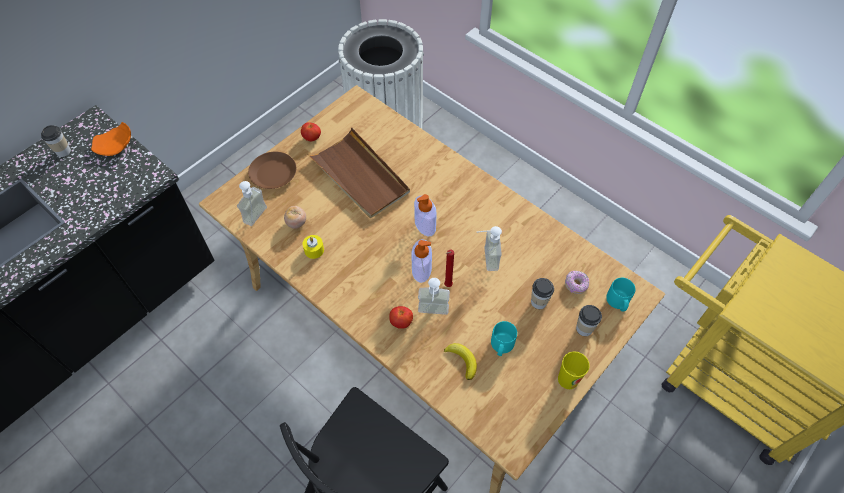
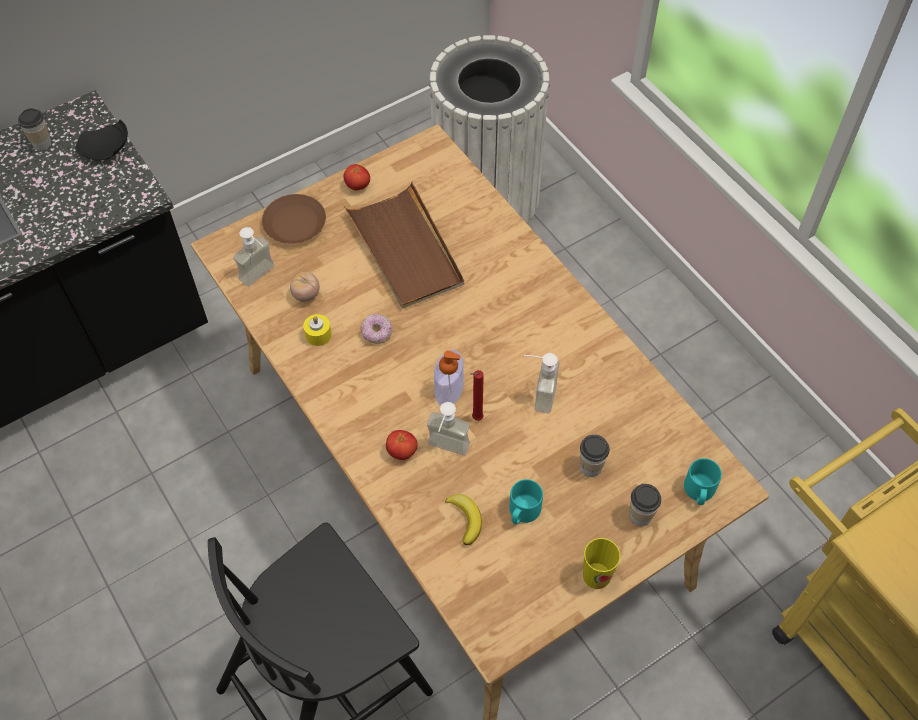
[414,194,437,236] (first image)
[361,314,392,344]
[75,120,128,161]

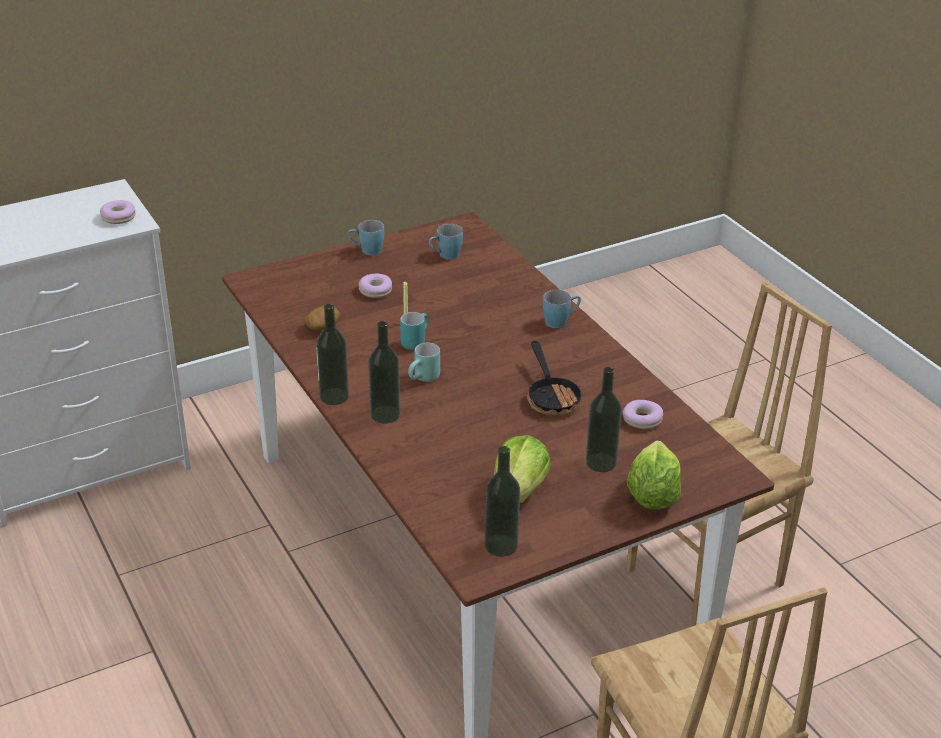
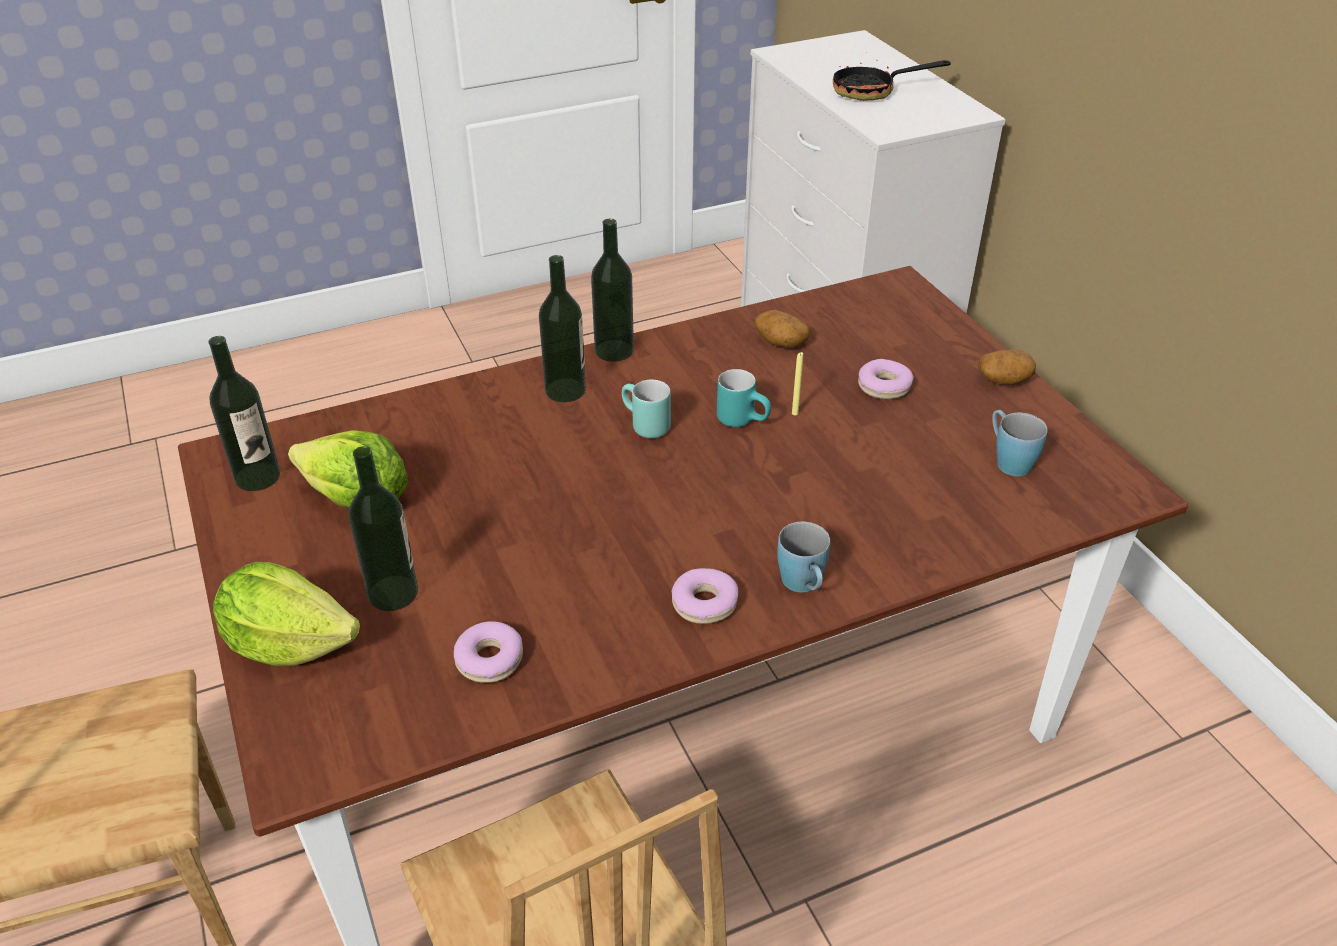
[672,568,738,624]
[833,60,951,101]
[978,350,1036,385]

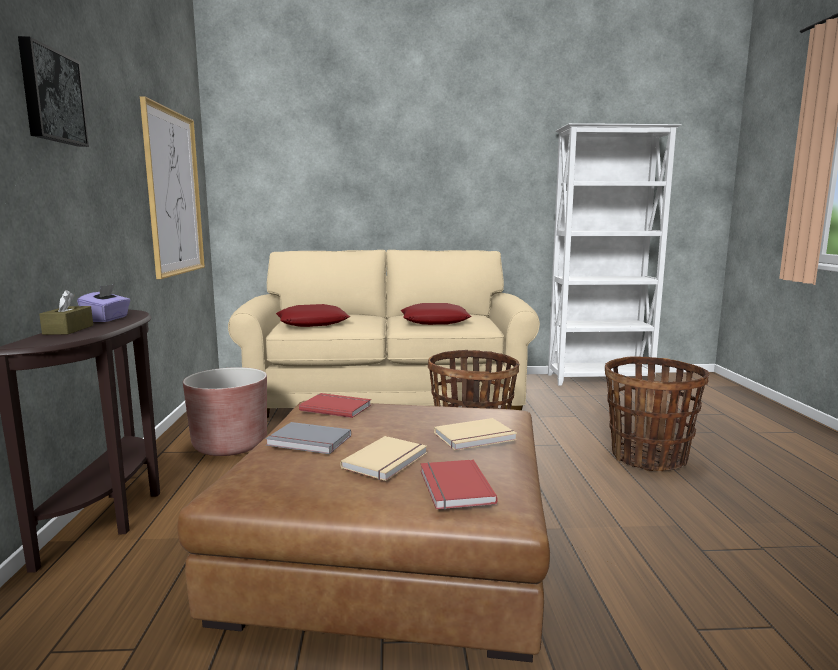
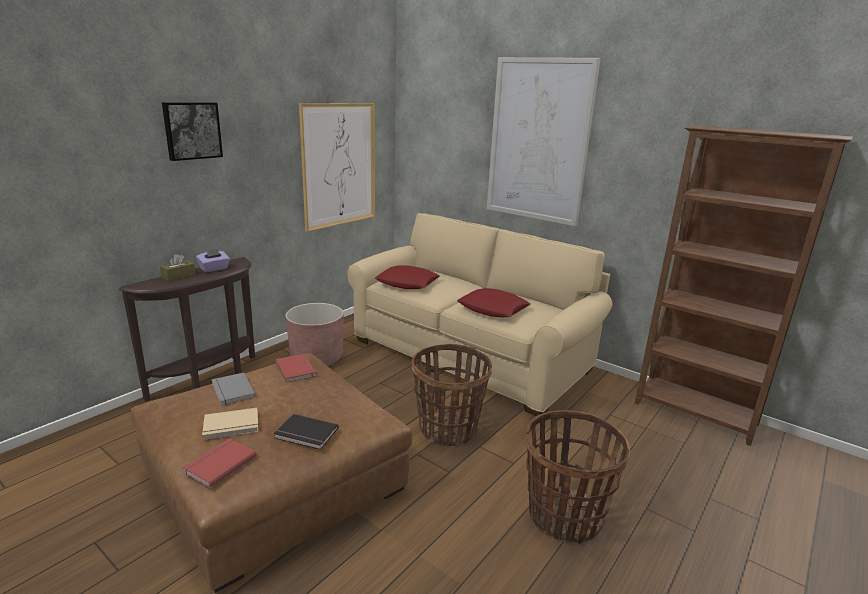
[487,57,600,226]
[274,414,339,450]
[635,126,854,446]

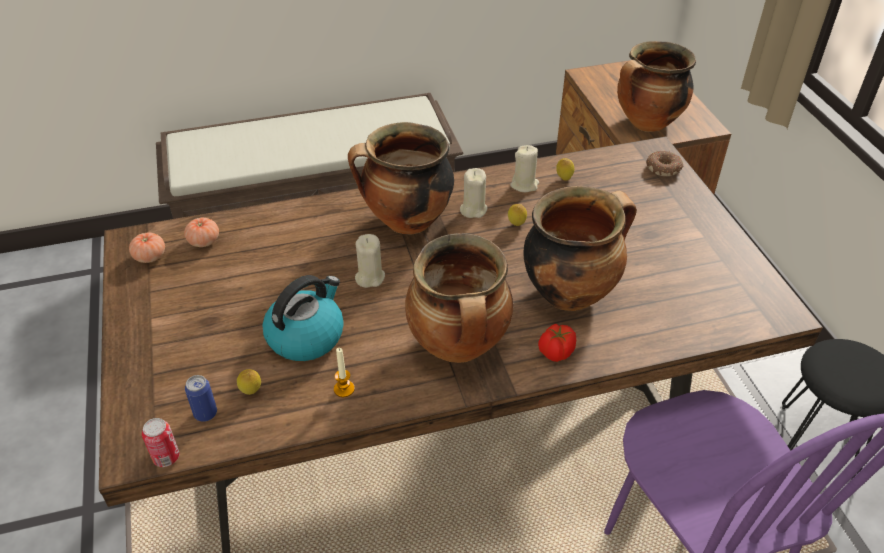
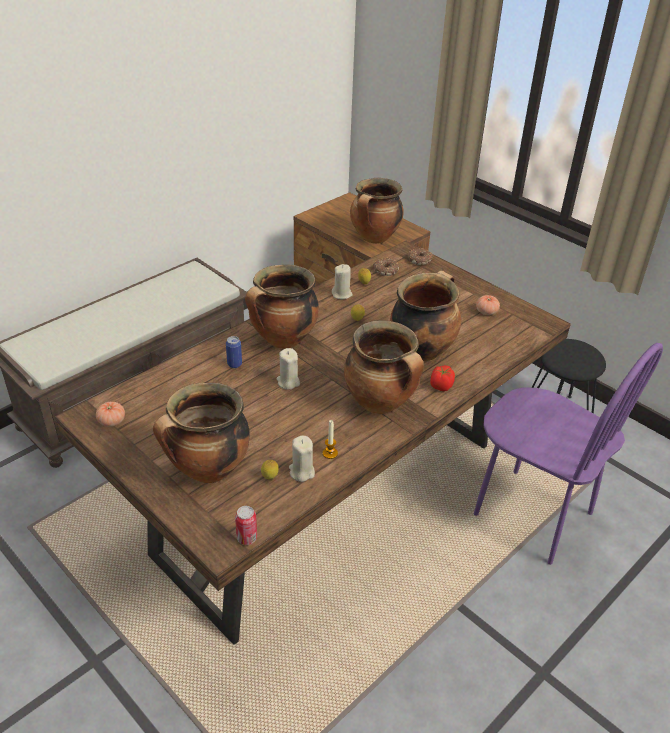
[262,275,344,361] (first image)
[153,383,249,483]
[373,258,399,276]
[476,295,500,315]
[226,336,242,368]
[289,436,315,482]

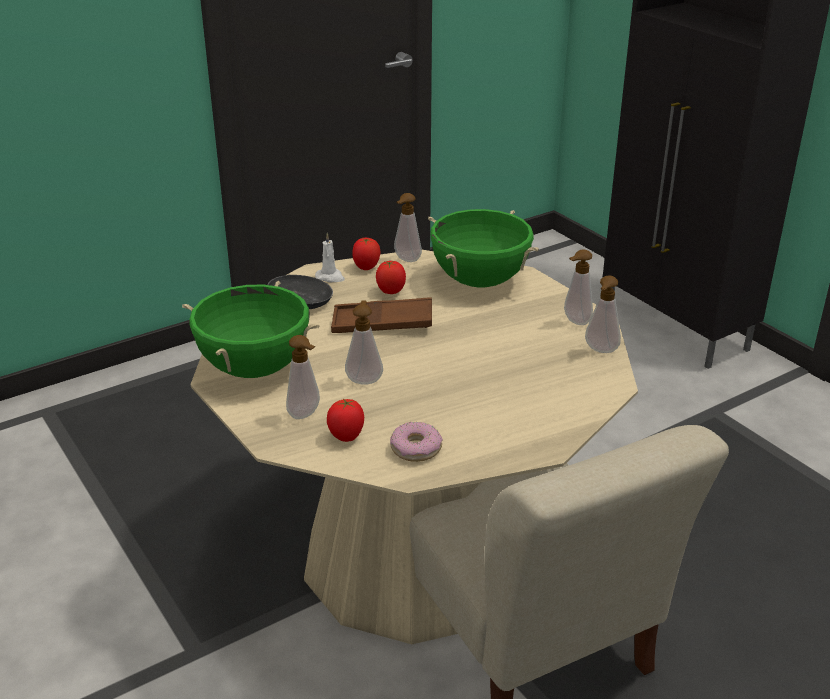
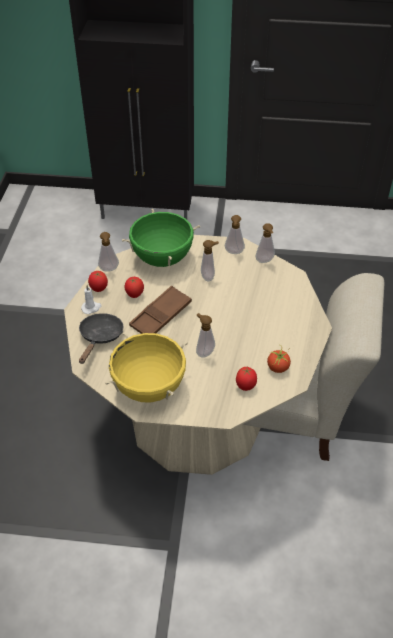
[201,240,219,282]
[267,346,291,373]
[105,332,188,403]

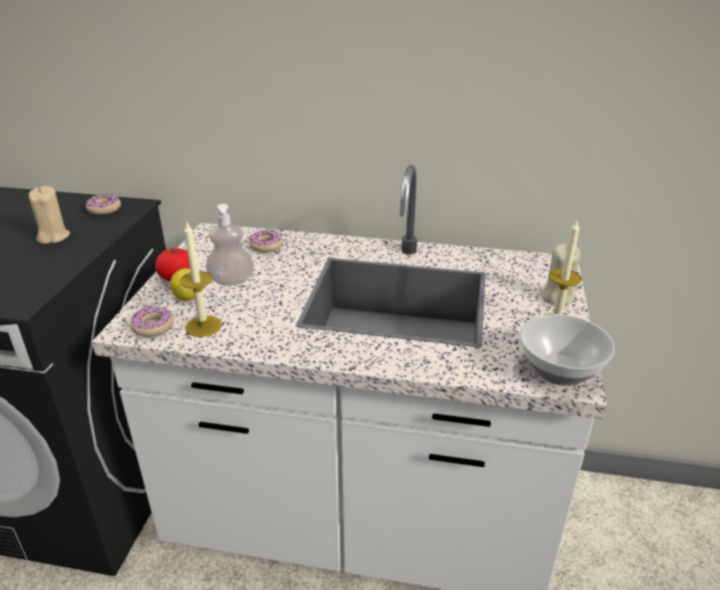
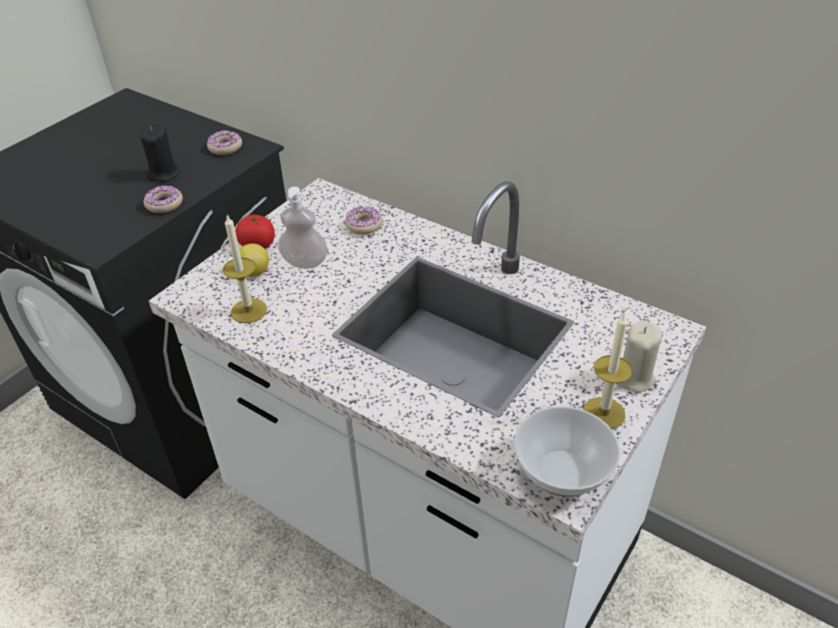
[143,186,183,213]
[140,124,179,182]

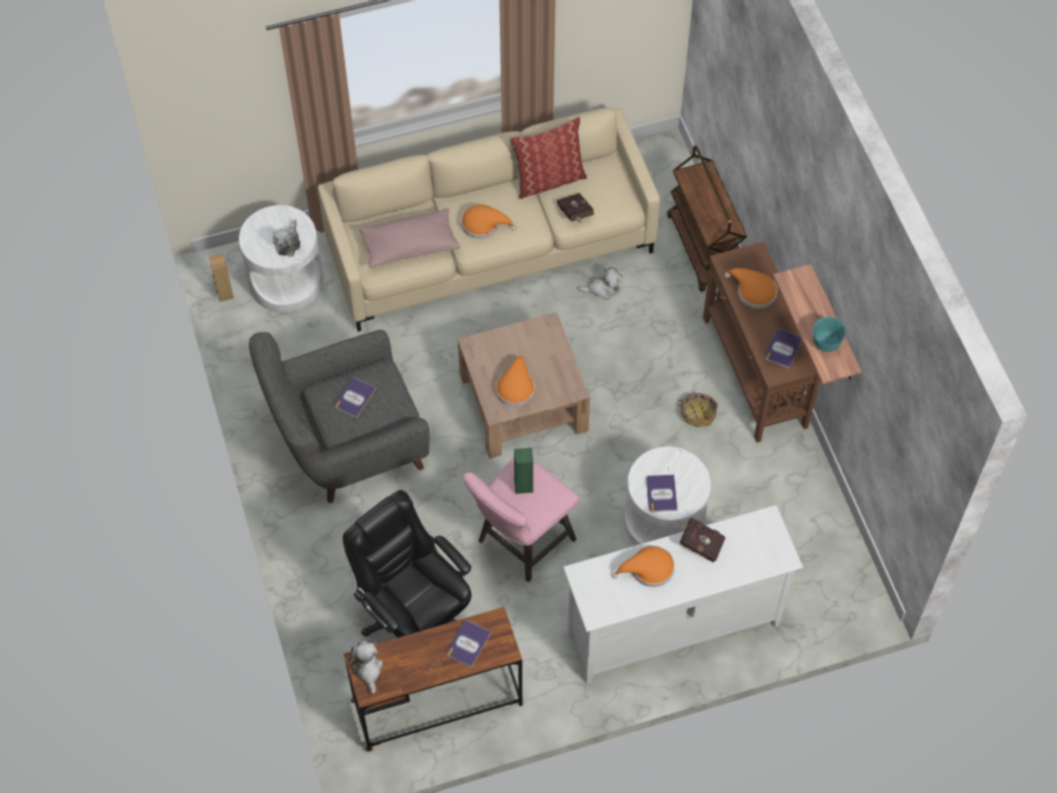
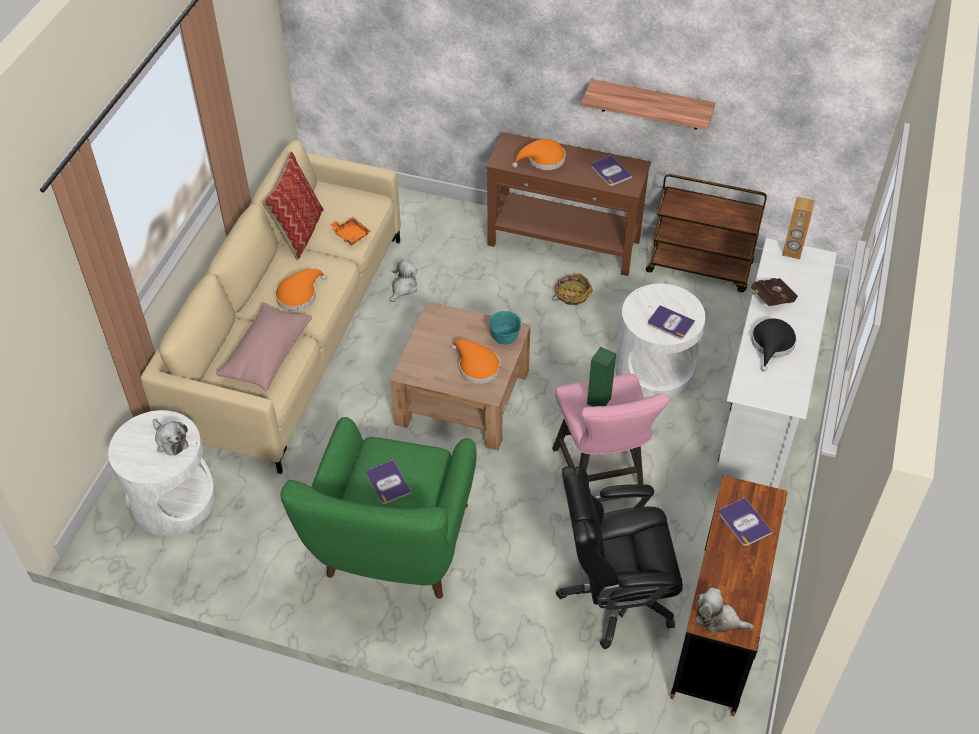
[782,197,815,259]
[646,174,767,292]
[489,311,521,345]
[330,217,370,245]
[280,417,477,599]
[751,318,797,372]

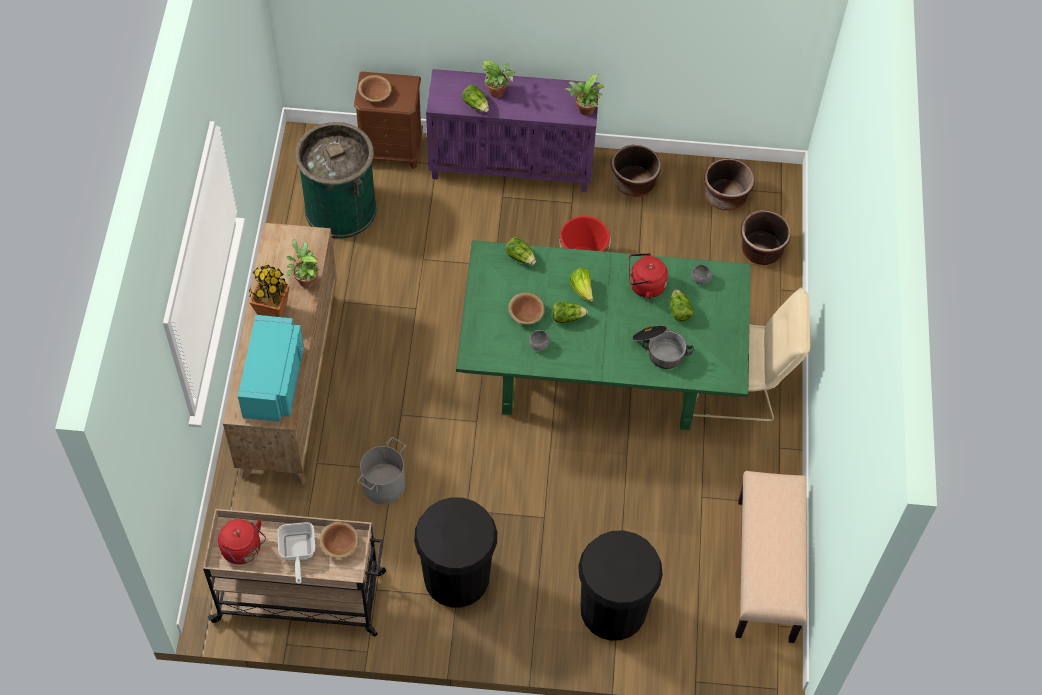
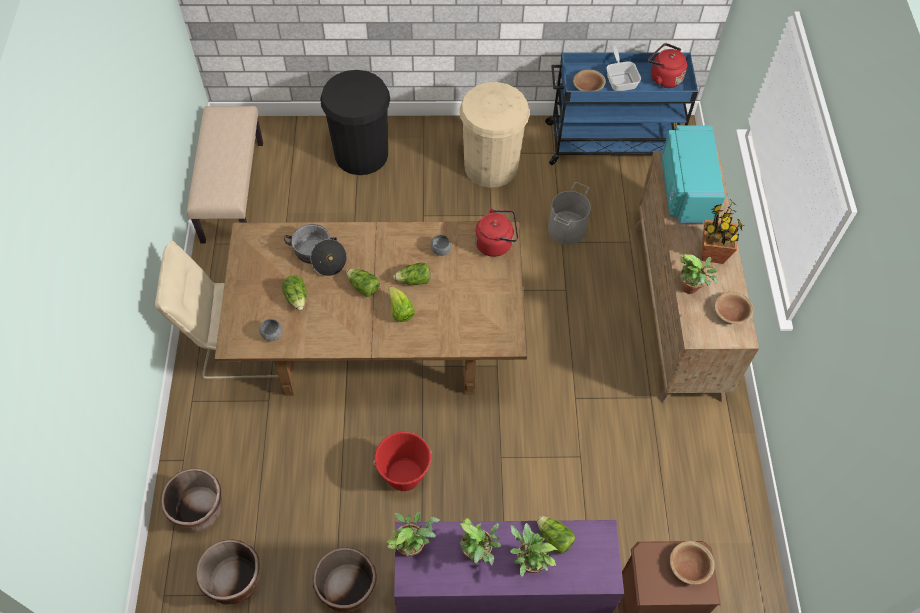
[295,122,377,239] (first image)
[459,518,501,565]
[346,269,379,297]
[714,292,754,324]
[475,208,518,257]
[545,52,698,165]
[459,82,530,188]
[215,221,527,396]

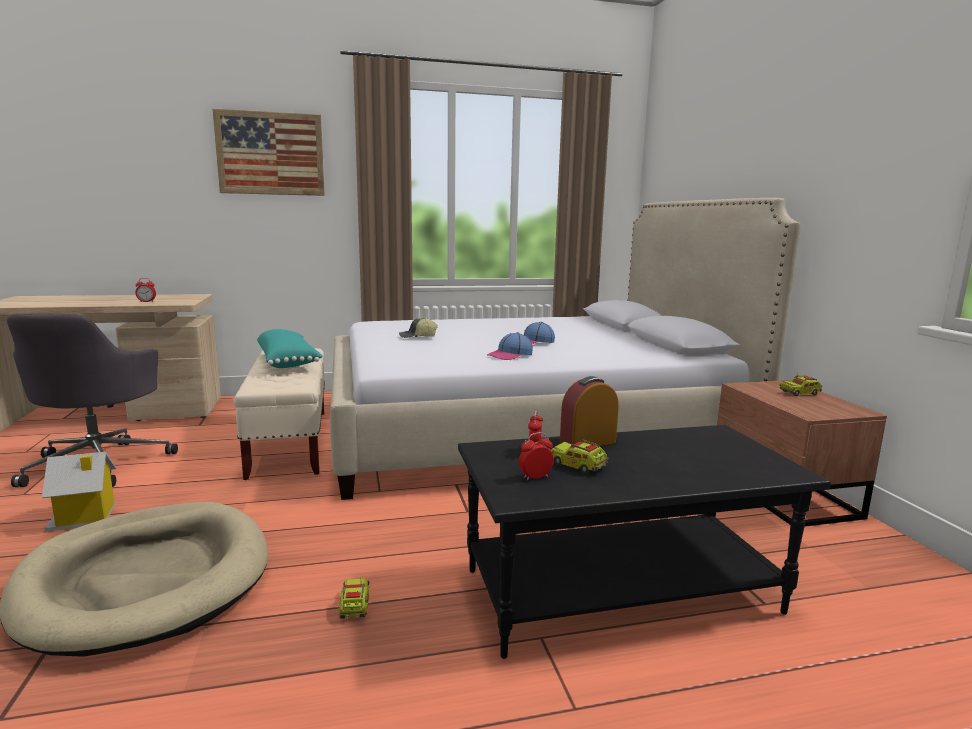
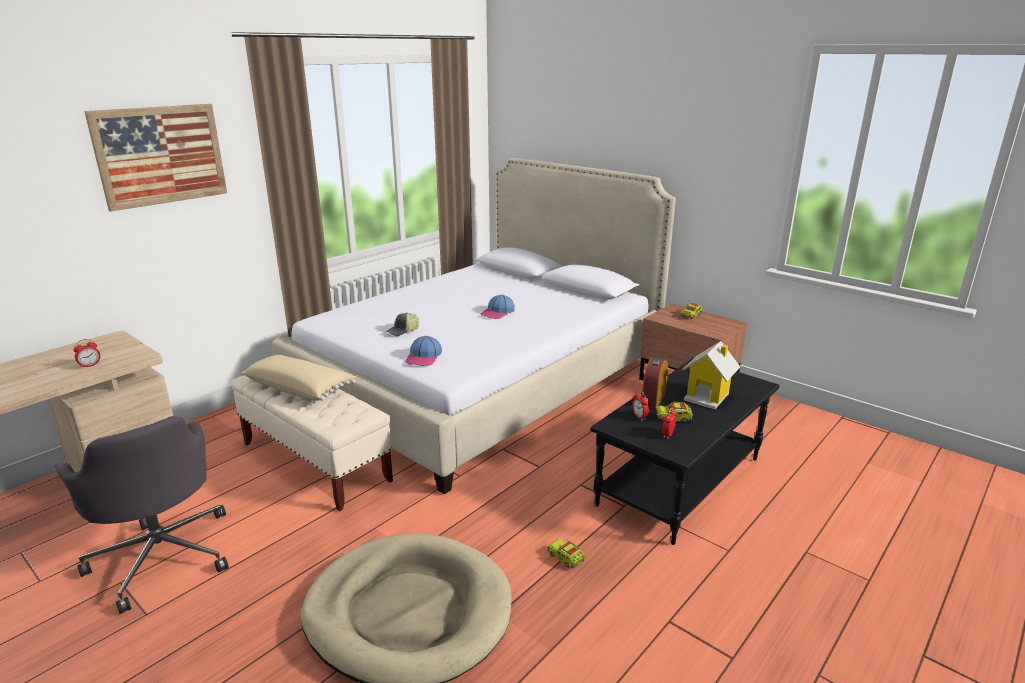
[682,341,740,409]
[406,336,442,366]
[242,355,356,401]

